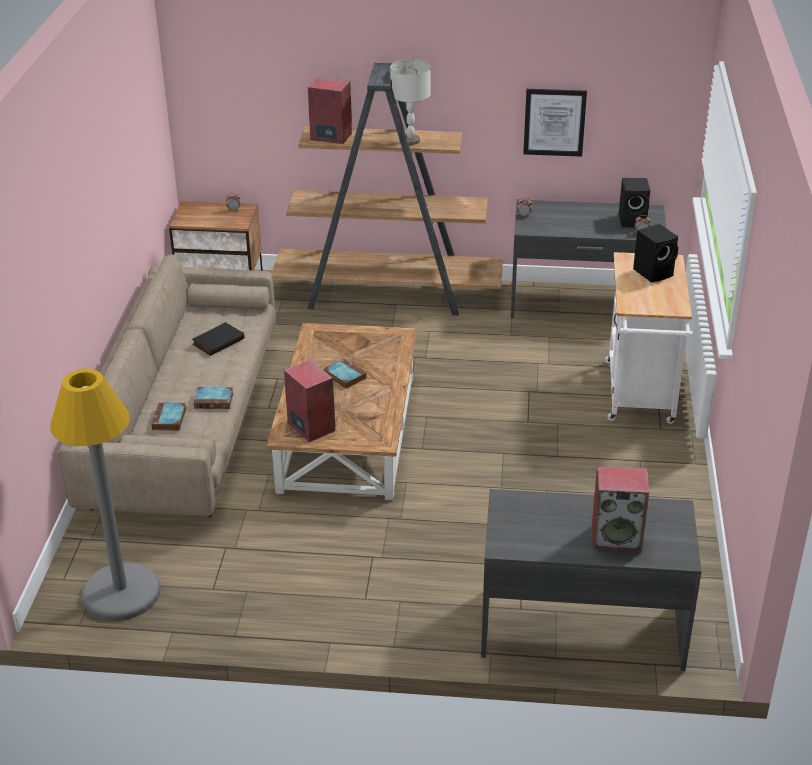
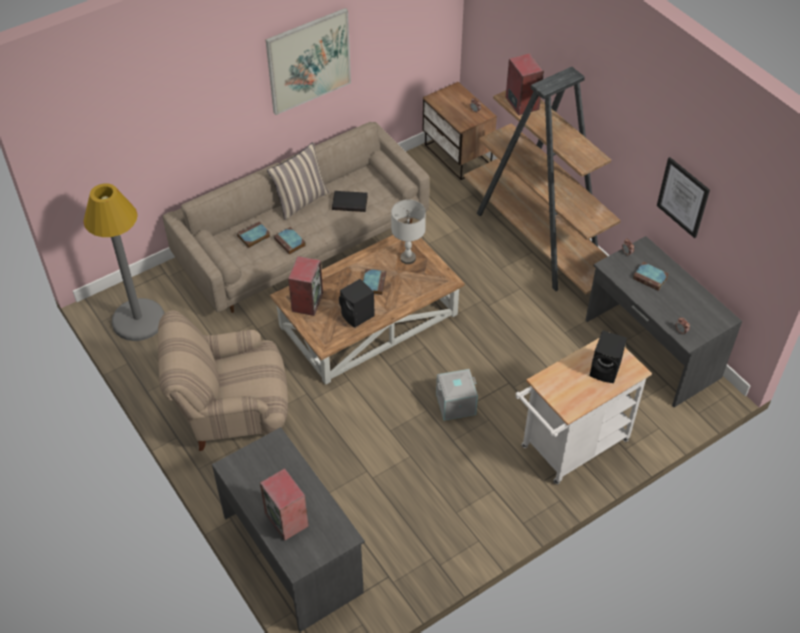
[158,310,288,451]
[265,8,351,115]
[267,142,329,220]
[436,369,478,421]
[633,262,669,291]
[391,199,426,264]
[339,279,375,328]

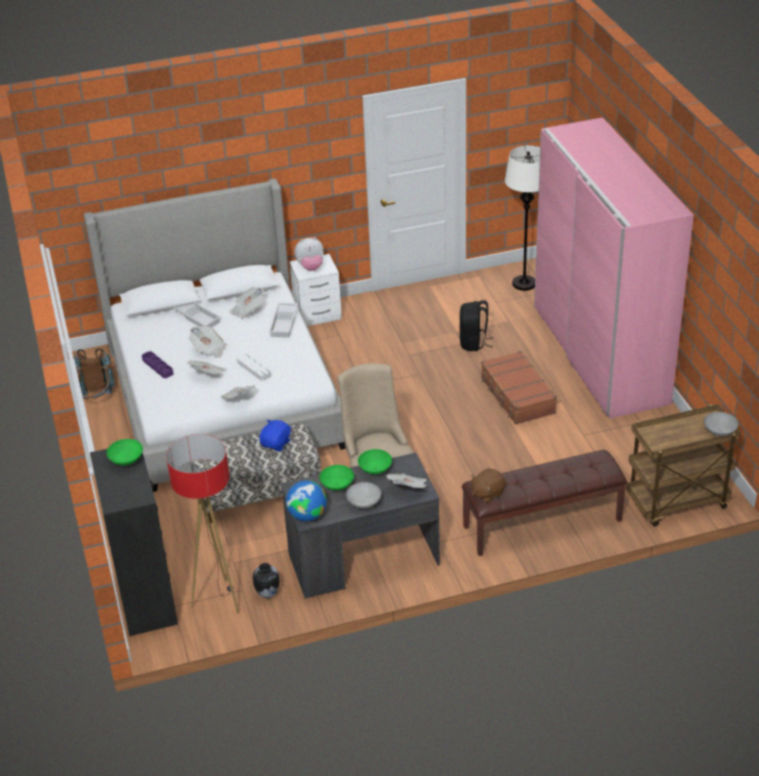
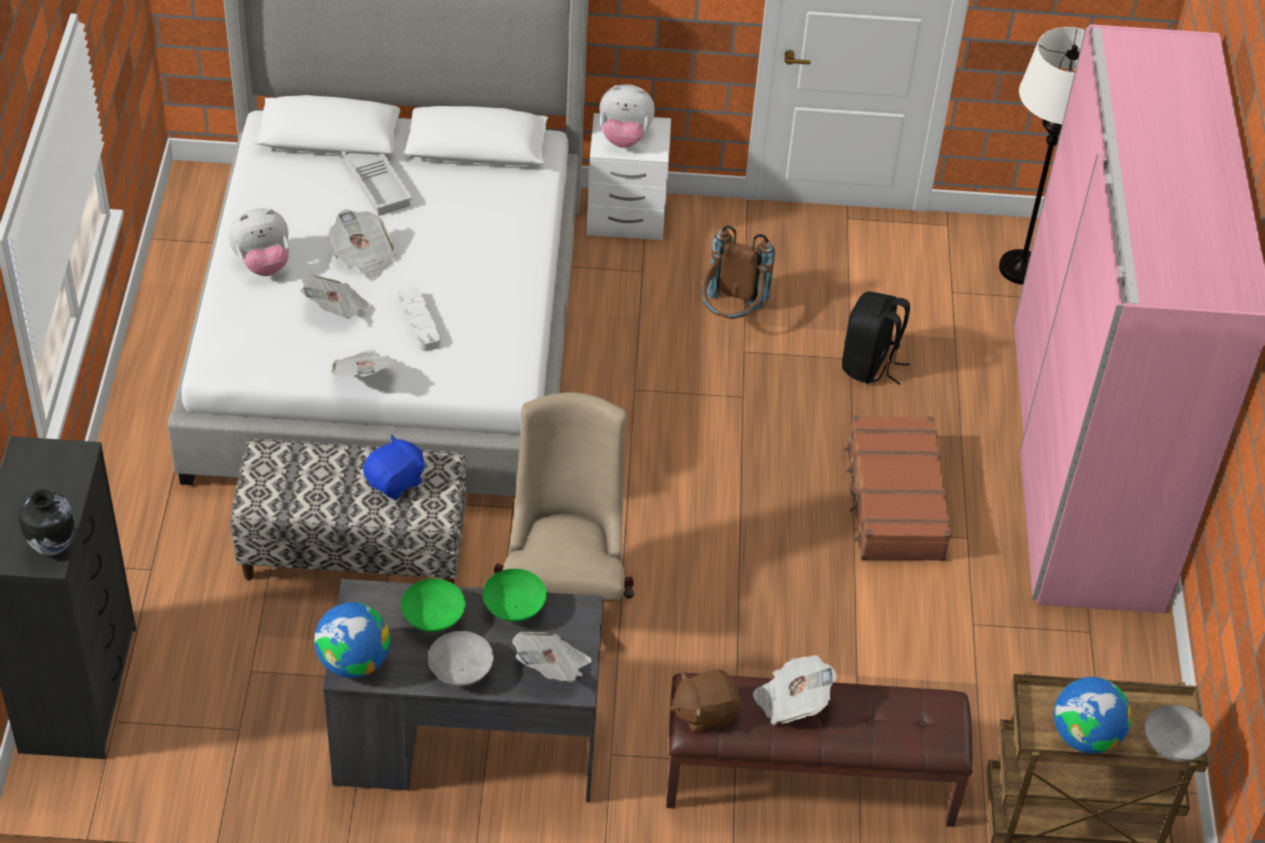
[106,439,143,466] (first image)
[166,434,239,614] (first image)
[269,303,298,338] (first image)
[1054,677,1131,754]
[702,225,775,319]
[753,655,837,725]
[19,489,74,556]
[229,208,289,276]

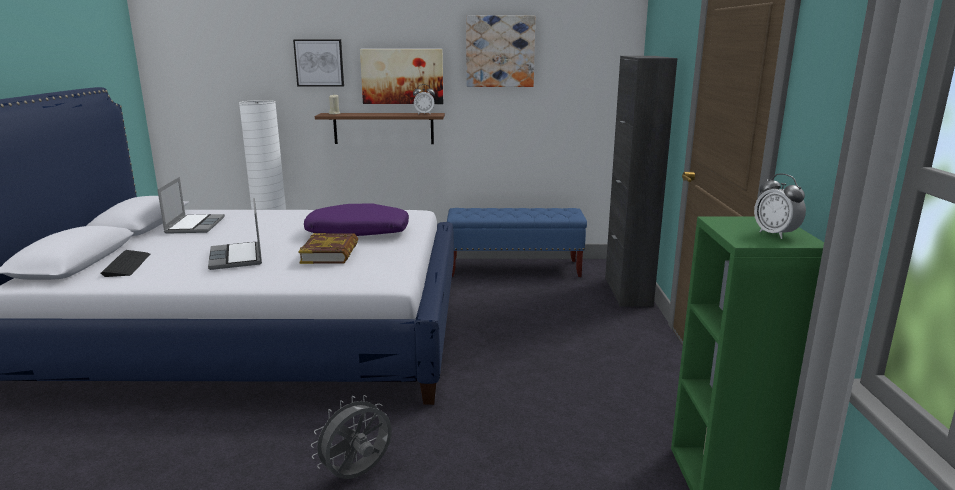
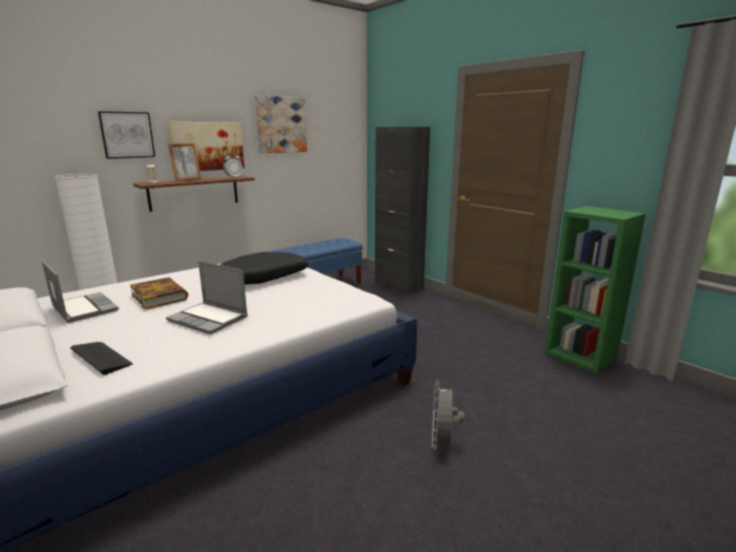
[754,174,806,239] (first image)
[167,143,202,182]
[130,277,188,310]
[220,252,308,285]

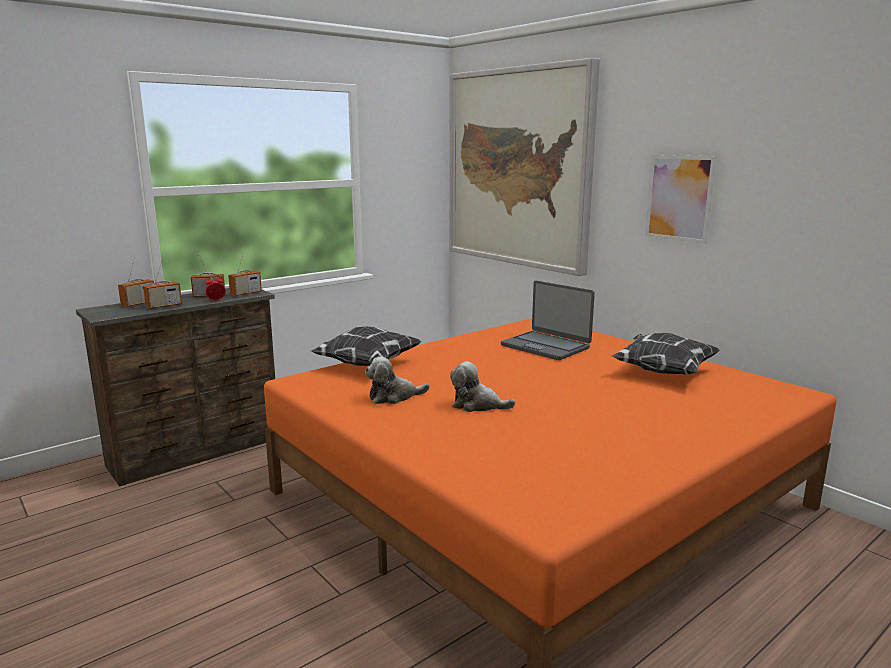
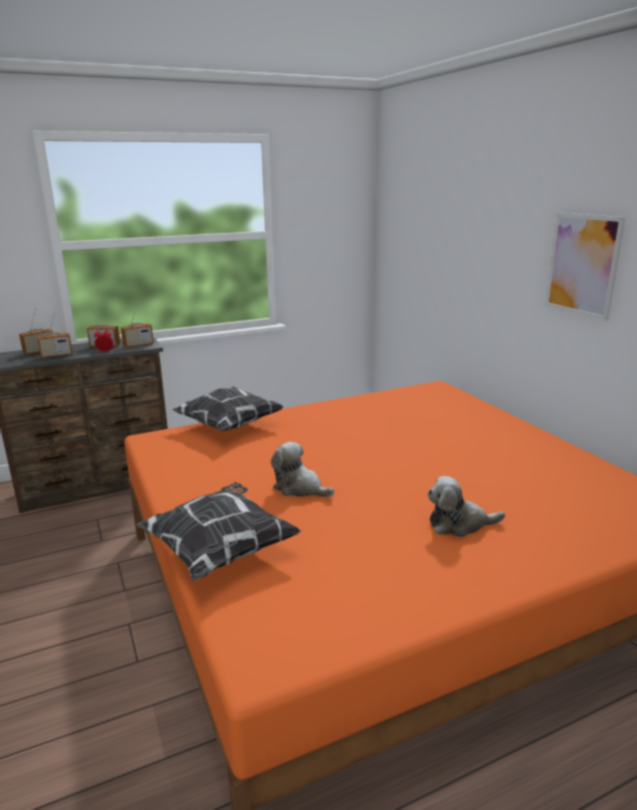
[450,58,600,276] (first image)
[501,281,595,360] (first image)
[427,476,505,537]
[136,482,302,581]

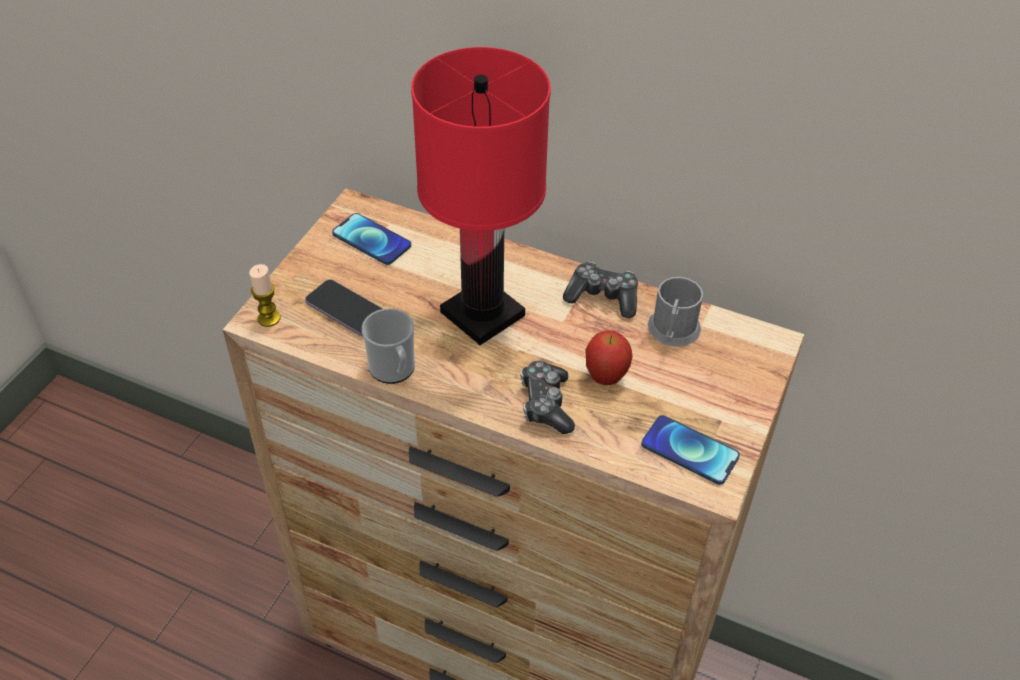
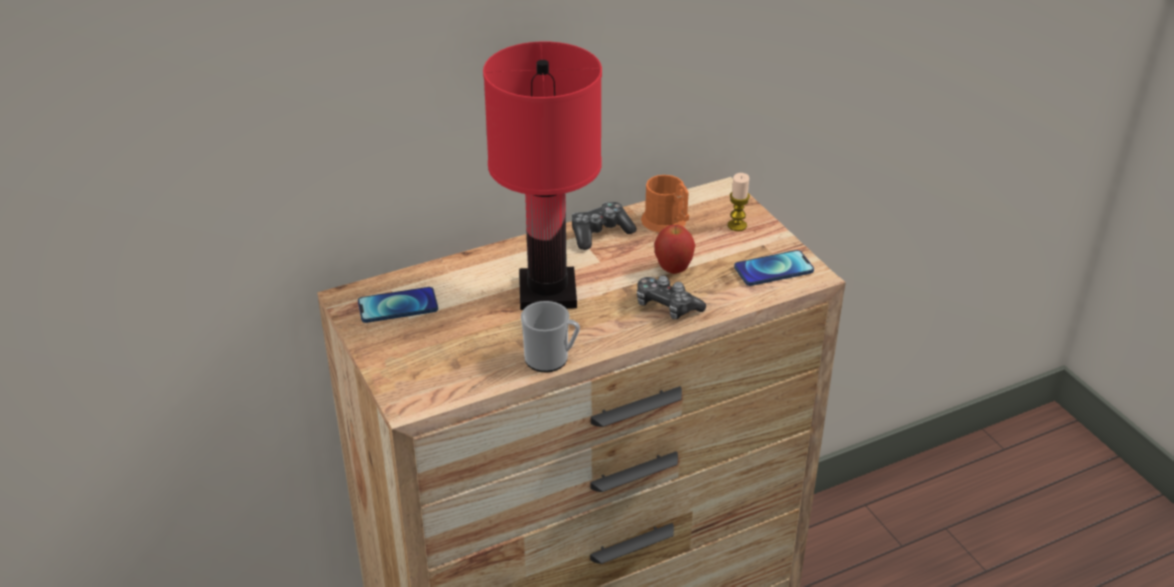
[305,279,383,336] (first image)
[728,173,750,231]
[641,175,689,232]

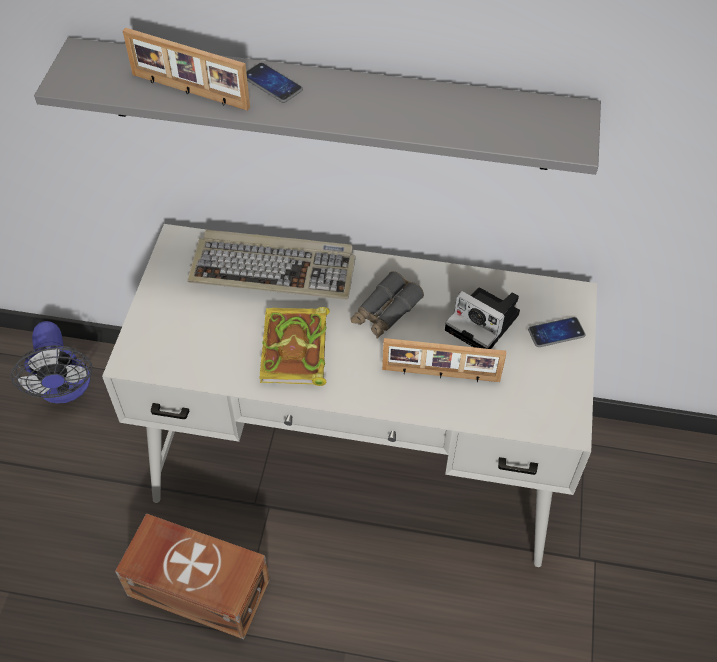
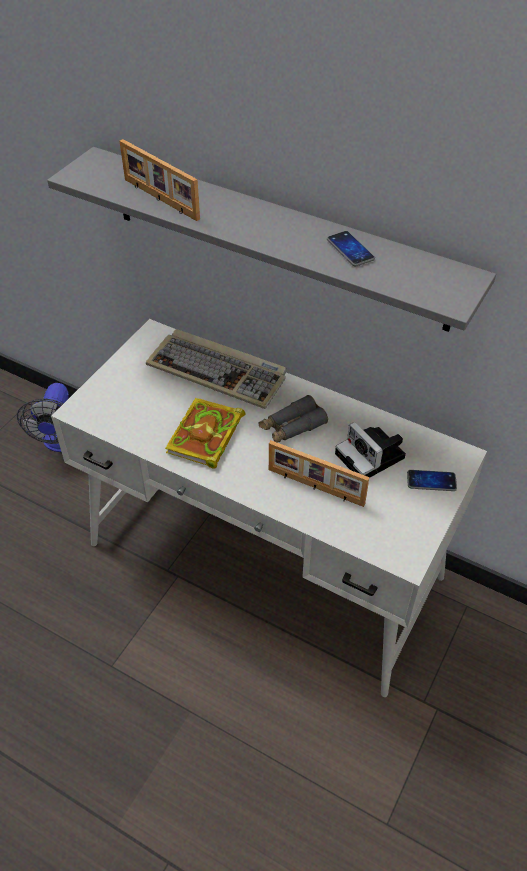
[115,513,270,639] (first image)
[327,231,375,266]

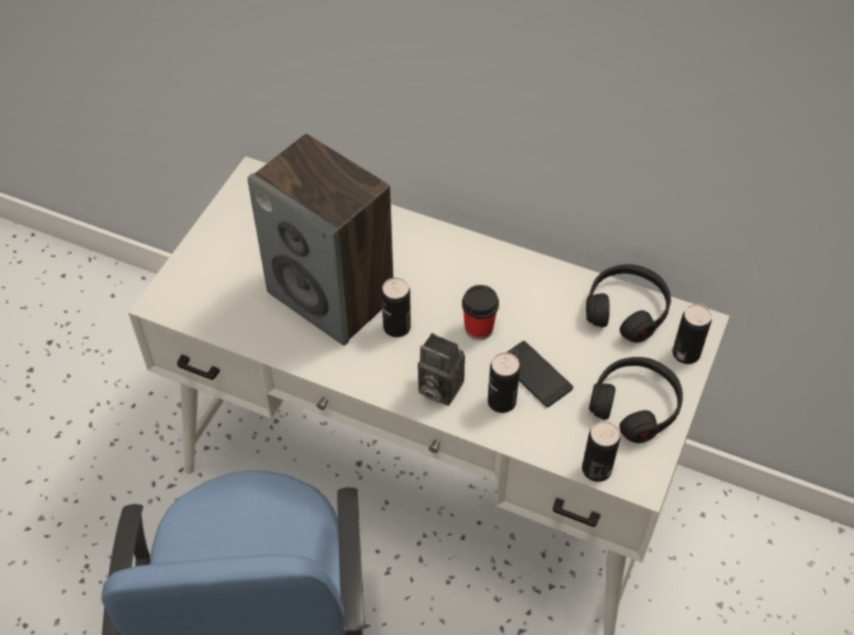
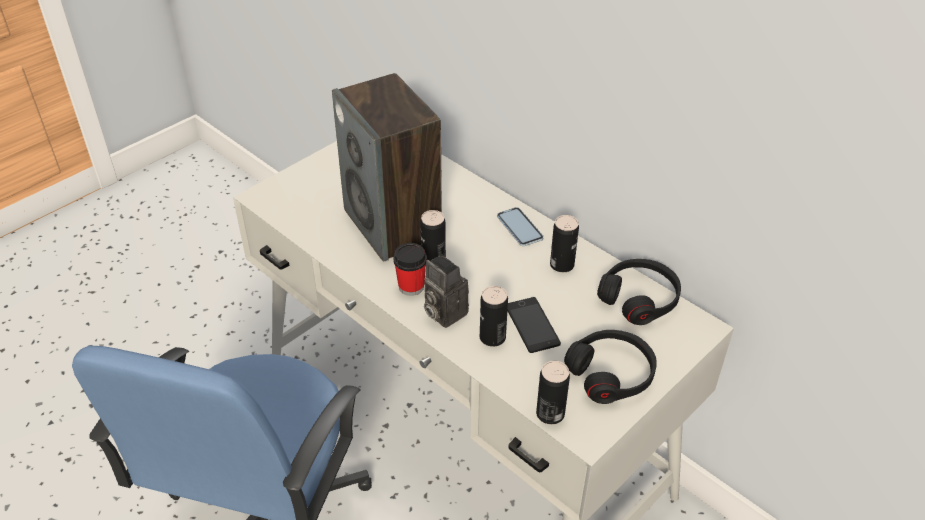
[497,207,544,246]
[393,243,427,296]
[550,215,579,272]

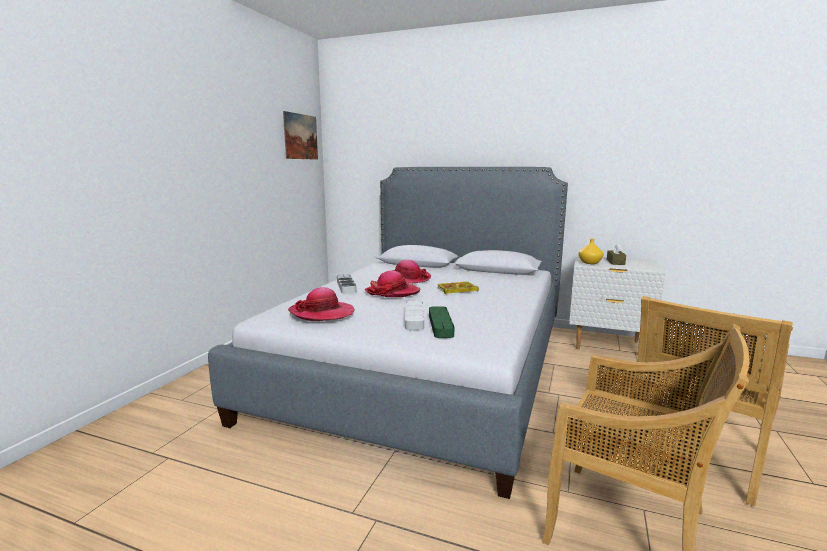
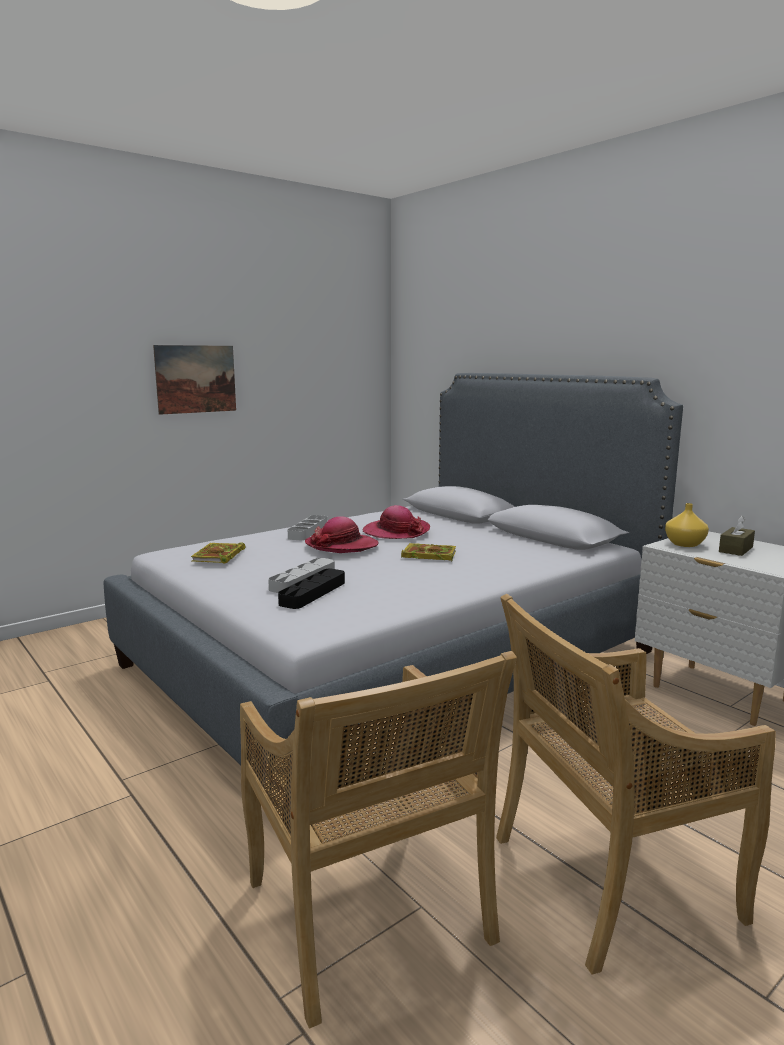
[153,345,236,415]
[191,542,246,564]
[278,569,345,609]

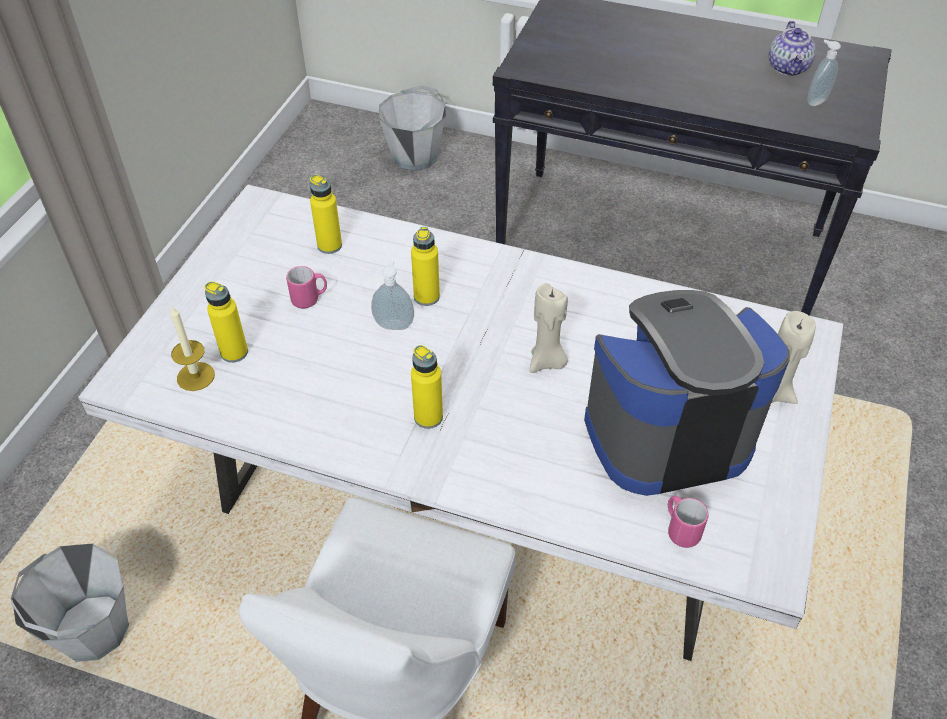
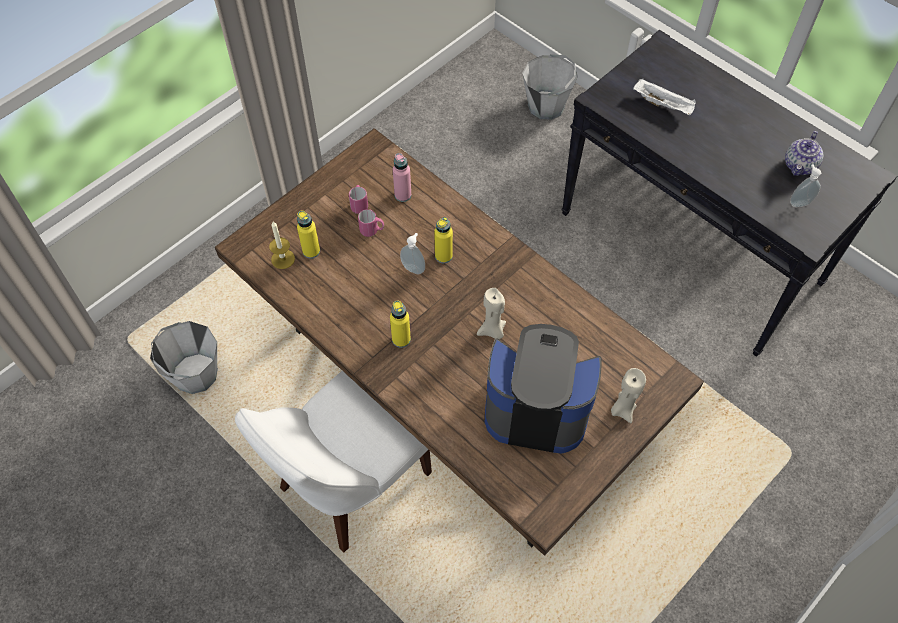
[633,78,696,115]
[349,185,368,214]
[215,128,704,556]
[393,153,411,202]

